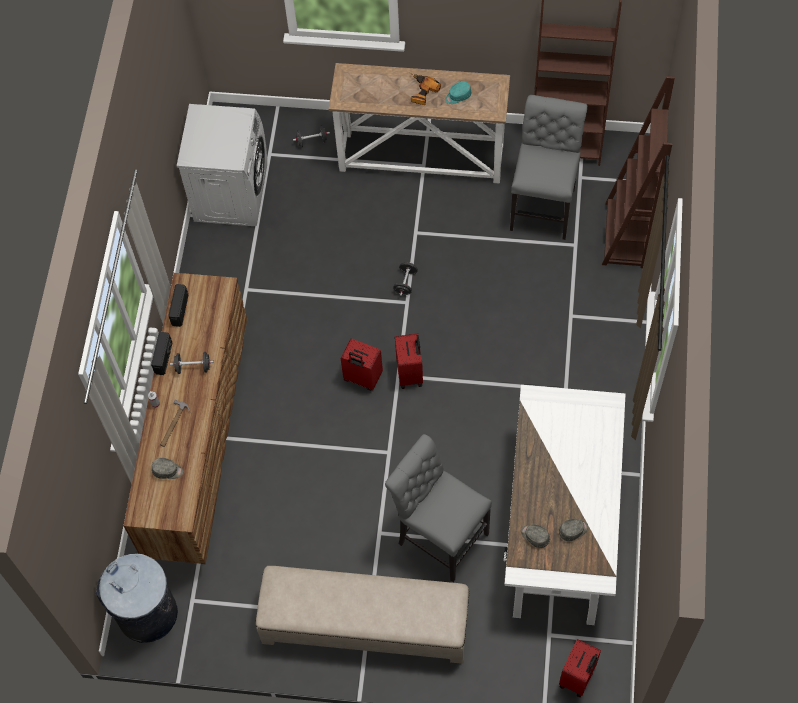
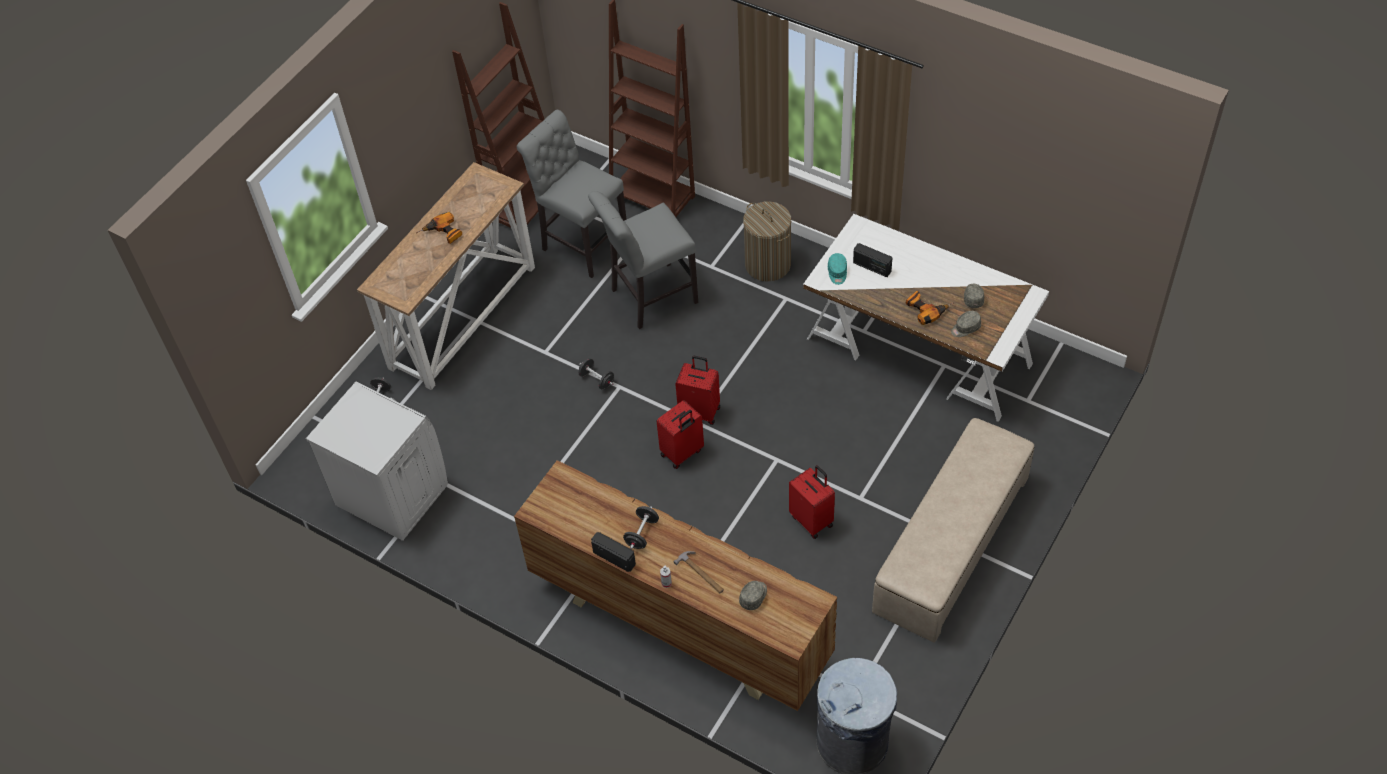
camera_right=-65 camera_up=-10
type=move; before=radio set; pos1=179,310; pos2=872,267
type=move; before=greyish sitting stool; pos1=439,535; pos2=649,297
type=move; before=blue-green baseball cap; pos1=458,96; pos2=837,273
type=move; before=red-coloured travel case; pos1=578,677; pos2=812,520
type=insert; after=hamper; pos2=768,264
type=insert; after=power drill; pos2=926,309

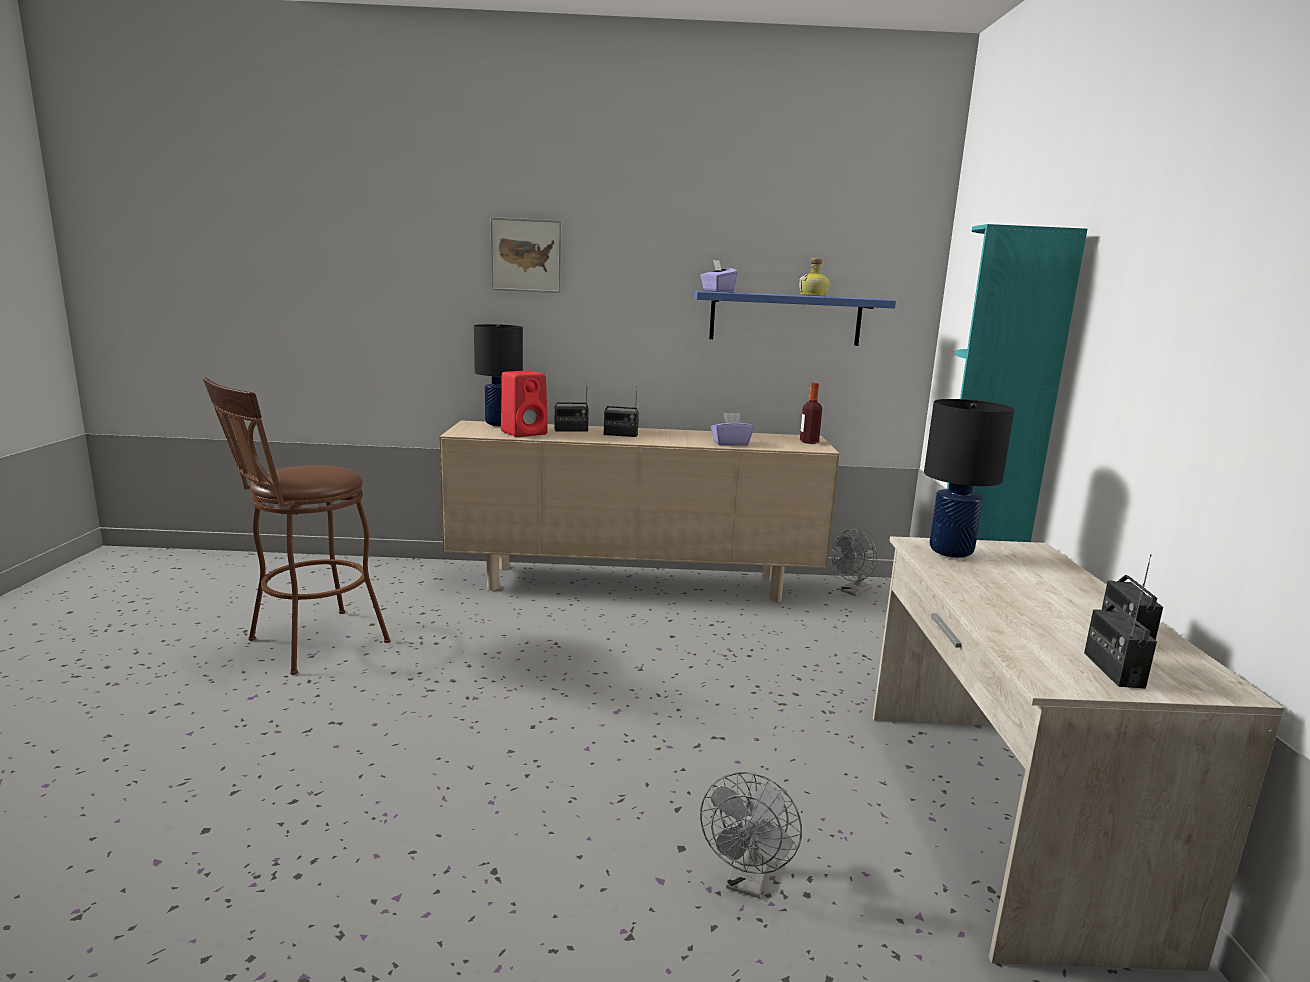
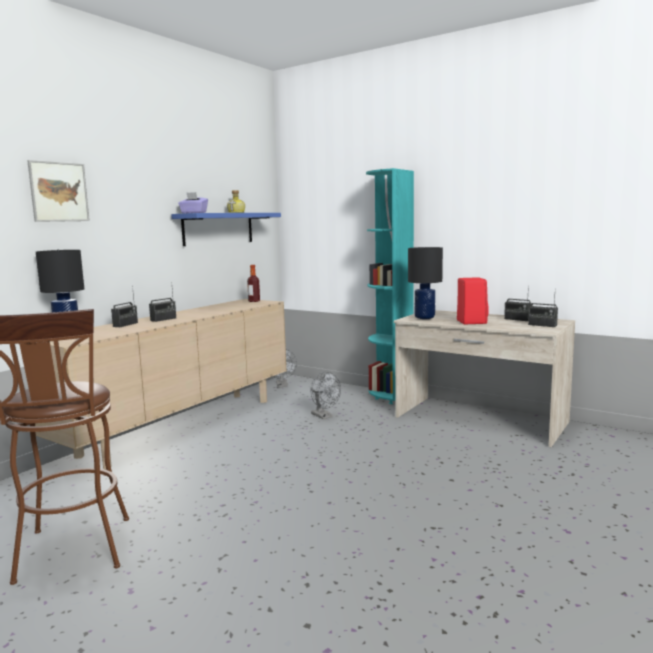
camera_right=-55 camera_up=-5
type=move; before=red-coloured speaker; pos1=525,433; pos2=470,322
type=move; before=greyish cooling fan; pos1=747,882; pos2=324,416
type=delete; before=purple-coloured box of tissues; pos1=730,443

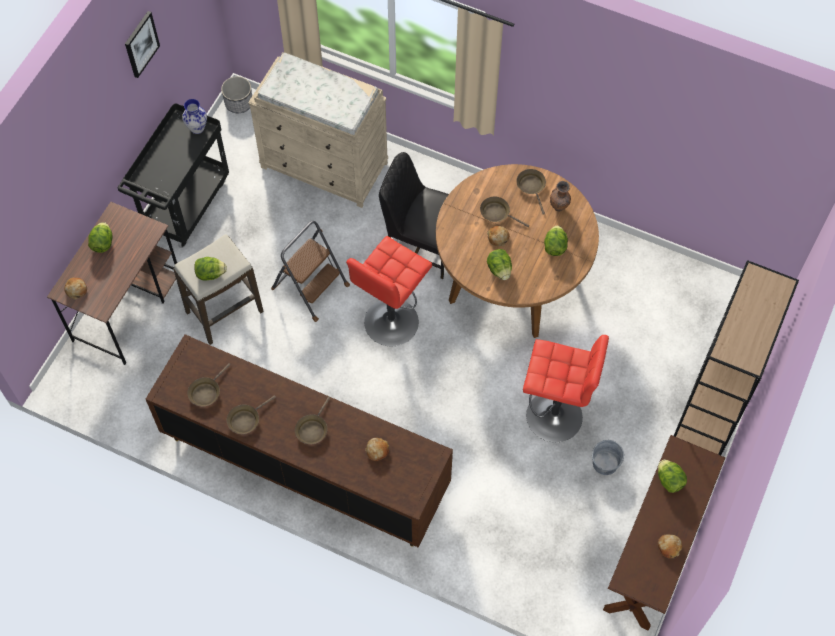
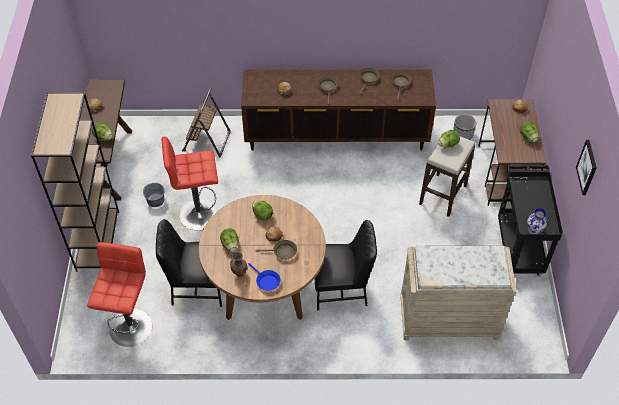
camera_right=155 camera_up=-10
type=move; before=plant pot; pos1=239,103; pos2=462,134
type=move; before=brown step stool; pos1=308,285; pos2=208,141
type=move; before=red-coloured sitting stool; pos1=390,322; pos2=131,327
type=recolor; before=brown frying pan; after=blue frying pan; pos1=532,187; pos2=266,281
type=insert; after=black-coloured plain chair; pos2=196,286

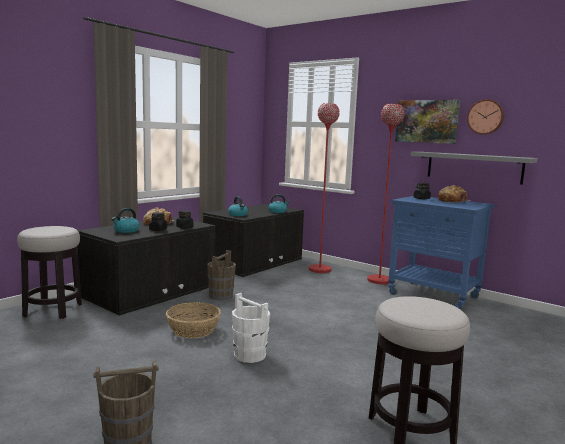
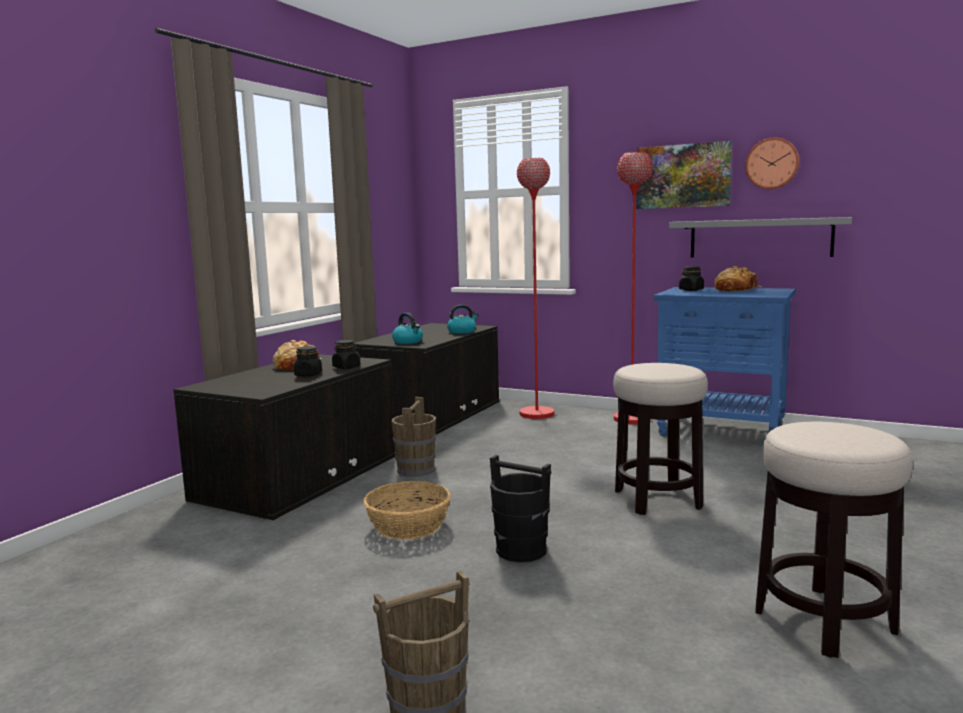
camera_right=-10 camera_up=0
type=move; before=sitting stool; pos1=53,310; pos2=657,499
type=delete; before=tea kettle; pos1=126,231
type=recolor; before=whitish pail; after=black-coloured pail; pos1=249,355; pos2=521,550

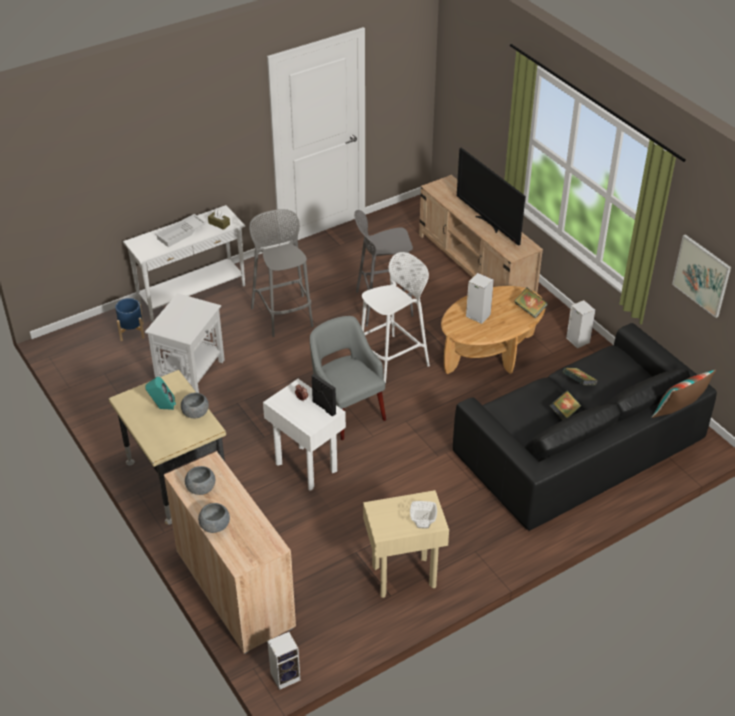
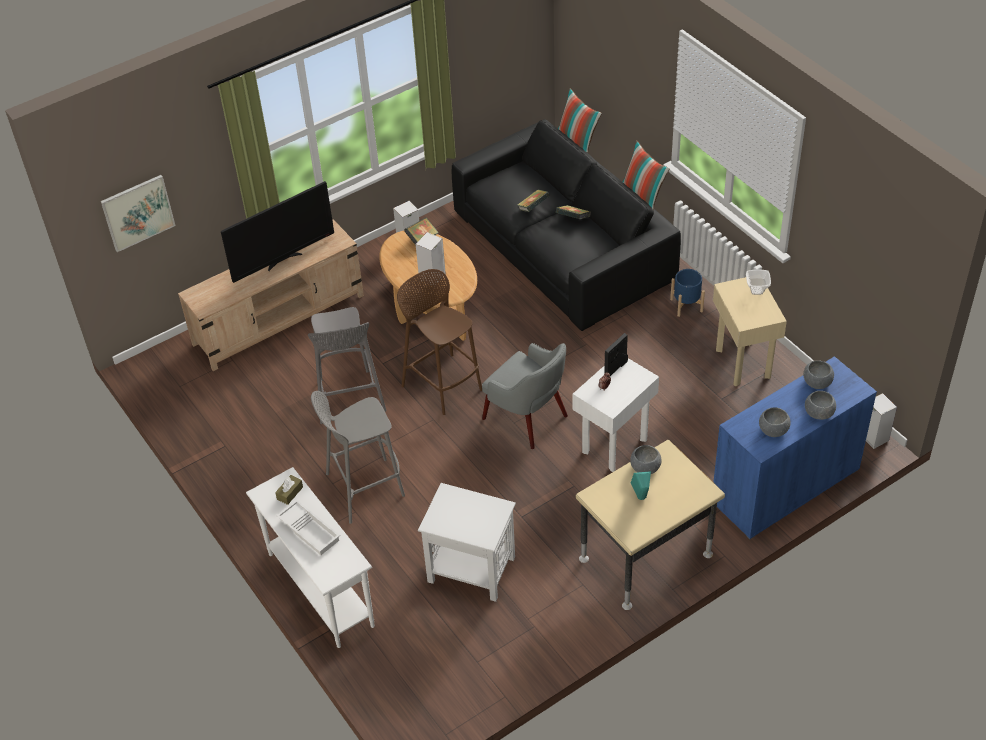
camera_right=-90 camera_up=5
type=move; before=blue plant pot; pos1=132,332; pos2=686,305
type=recolor; before=beige cabinet; after=blue cabinet; pos1=235,589; pos2=785,486
type=rotate; before=greyish armchair; pos1=347,410; pos2=527,418; turn=-105
type=recolor; before=whitish sitting stool; after=brown sitting stool; pos1=393,360; pos2=443,385
type=move; before=wall picture; pos1=701,275; pos2=138,212
type=insert; after=pillow; pos2=643,196
type=insert; after=greyish bowl; pos2=817,382

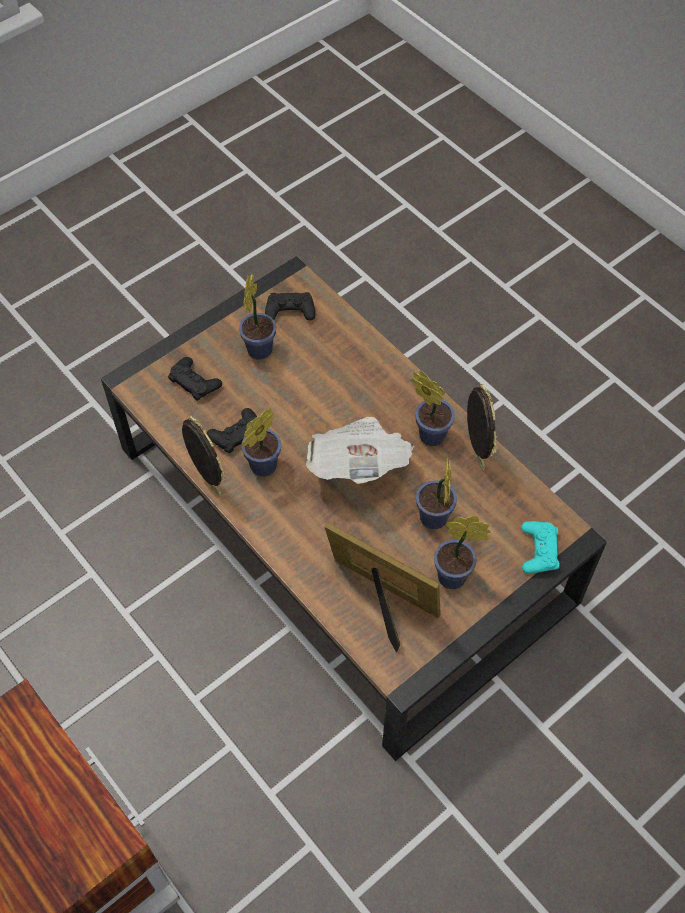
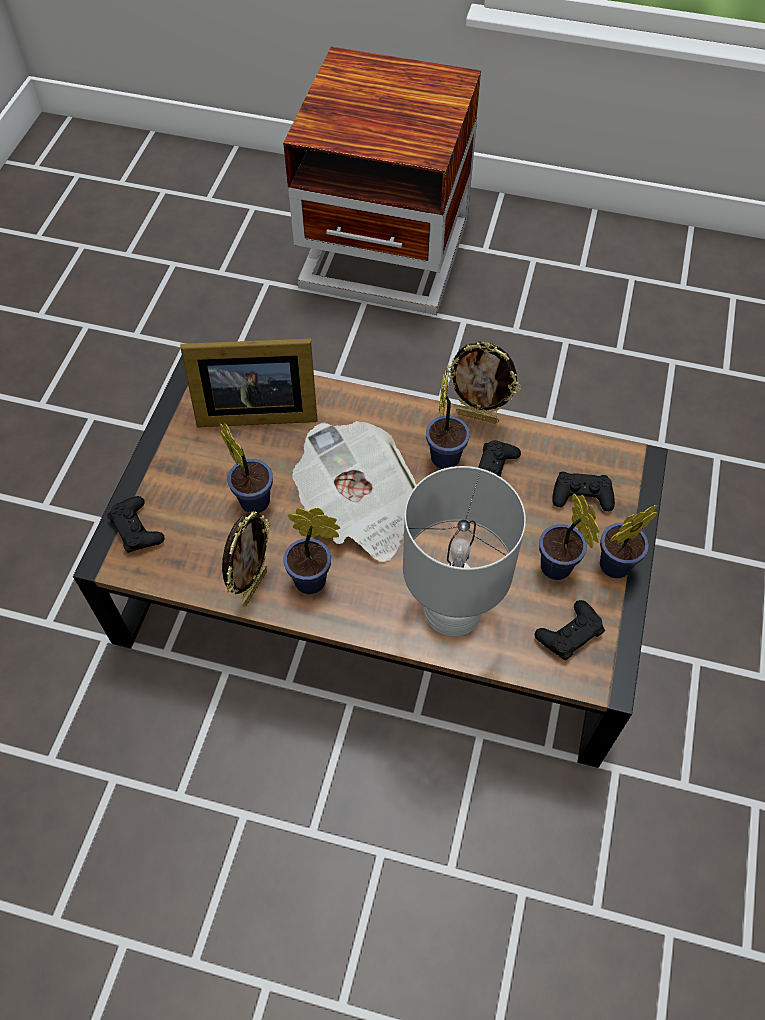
camera_right=145 camera_up=0
type=move; before=potted plant; pos1=456,577; pos2=611,567
type=rotate; before=standing frame; pos1=475,454; pos2=253,587; turn=-105
type=recolor; before=blue-green joypad; after=black-coloured joypad; pos1=539,550; pos2=136,528
type=insert; after=greyish tabletop lamp; pos2=452,610

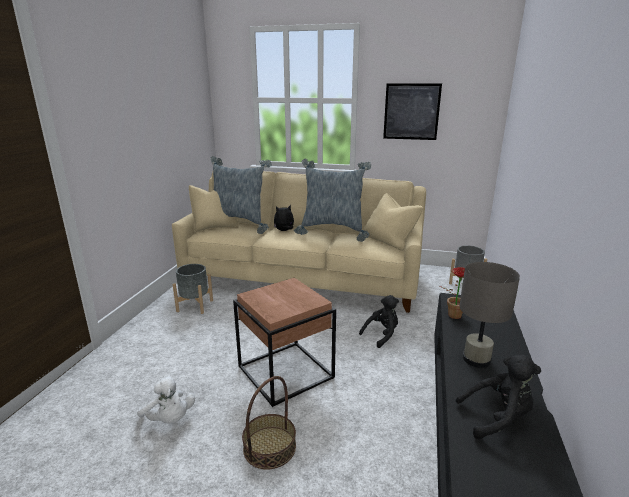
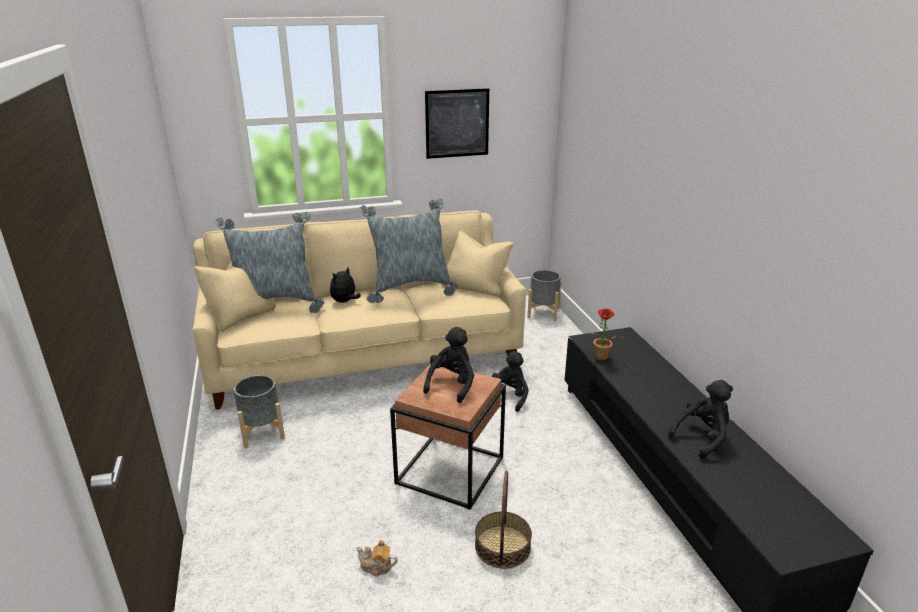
camera_right=-30 camera_up=5
type=replace; before=whitish cuddly toy; after=tea pot; pos1=169,419; pos2=376,567
type=delete; before=greyish tabletop lamp; pos1=477,360
type=insert; after=black-coloured cuddly toy; pos2=451,384

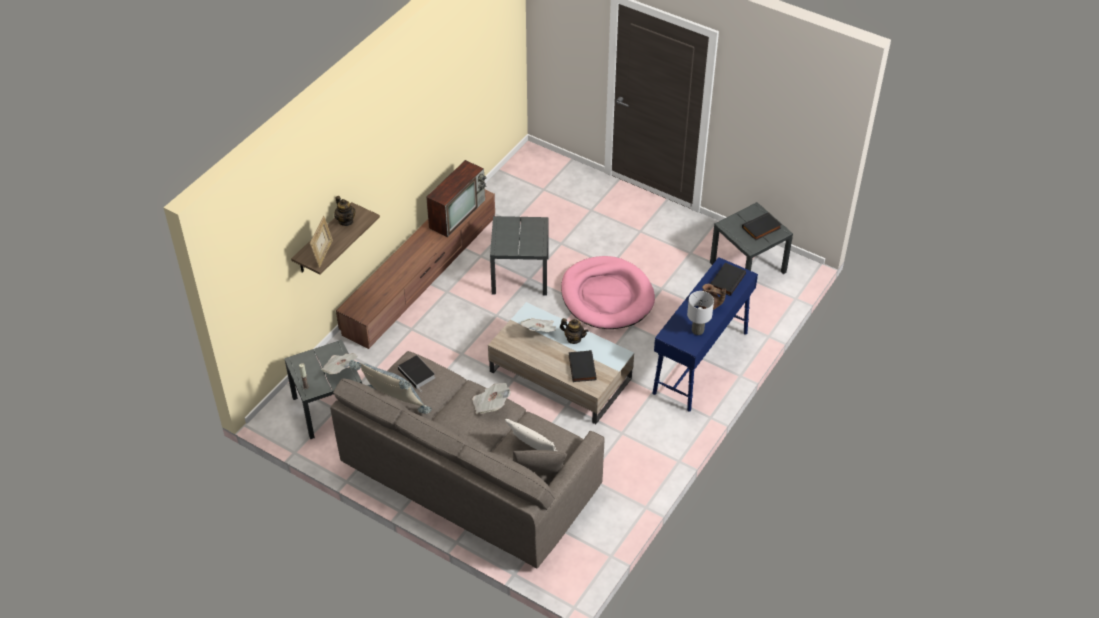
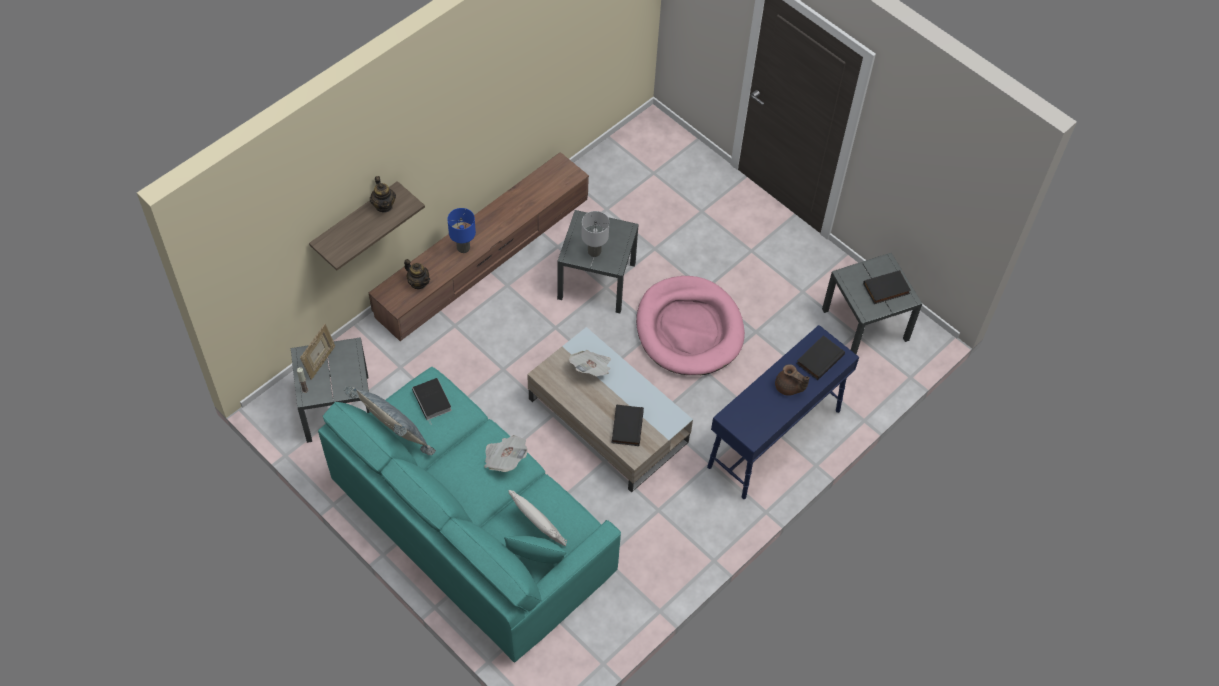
camera_right=10 camera_up=10
type=move; before=standing frame; pos1=323,254; pos2=320,362
type=delete; before=printed paper; pos1=340,369
type=recolor; before=greyish settee; after=blue-green settee; pos1=470,474; pos2=472,525
type=delete; before=TV set; pos1=457,213
type=move; before=tea pot; pos1=574,338; pos2=418,283
type=move; before=whitish tabletop lamp; pos1=698,331; pos2=595,253
type=insert; after=blue tabletop lamp; pos2=464,248

